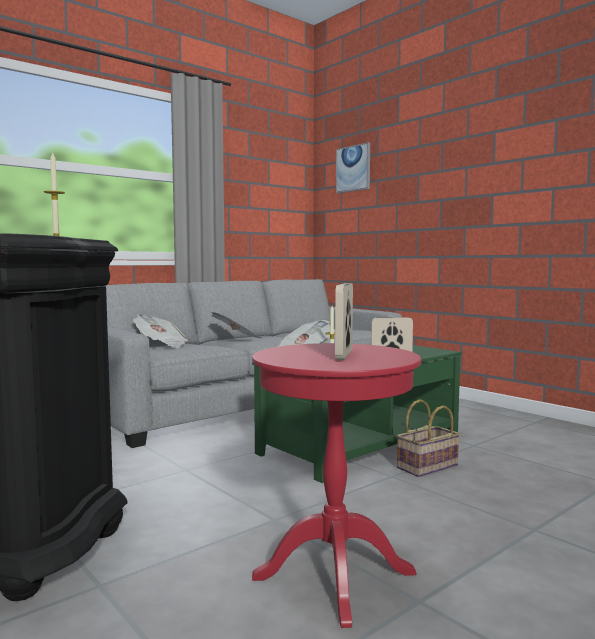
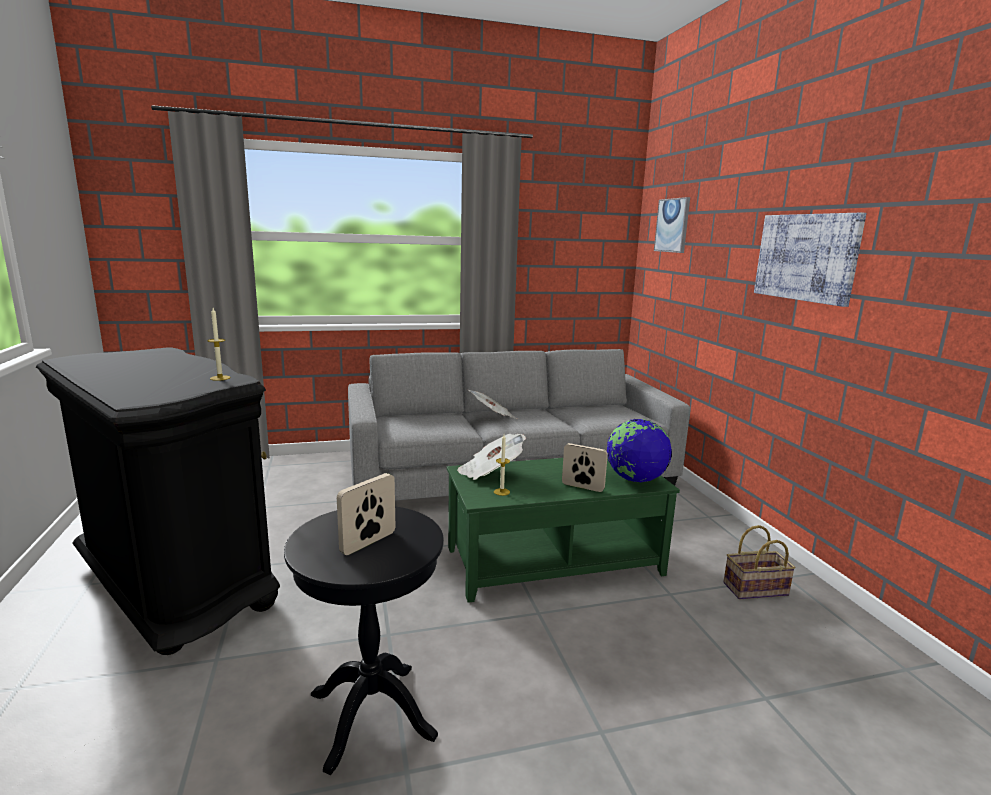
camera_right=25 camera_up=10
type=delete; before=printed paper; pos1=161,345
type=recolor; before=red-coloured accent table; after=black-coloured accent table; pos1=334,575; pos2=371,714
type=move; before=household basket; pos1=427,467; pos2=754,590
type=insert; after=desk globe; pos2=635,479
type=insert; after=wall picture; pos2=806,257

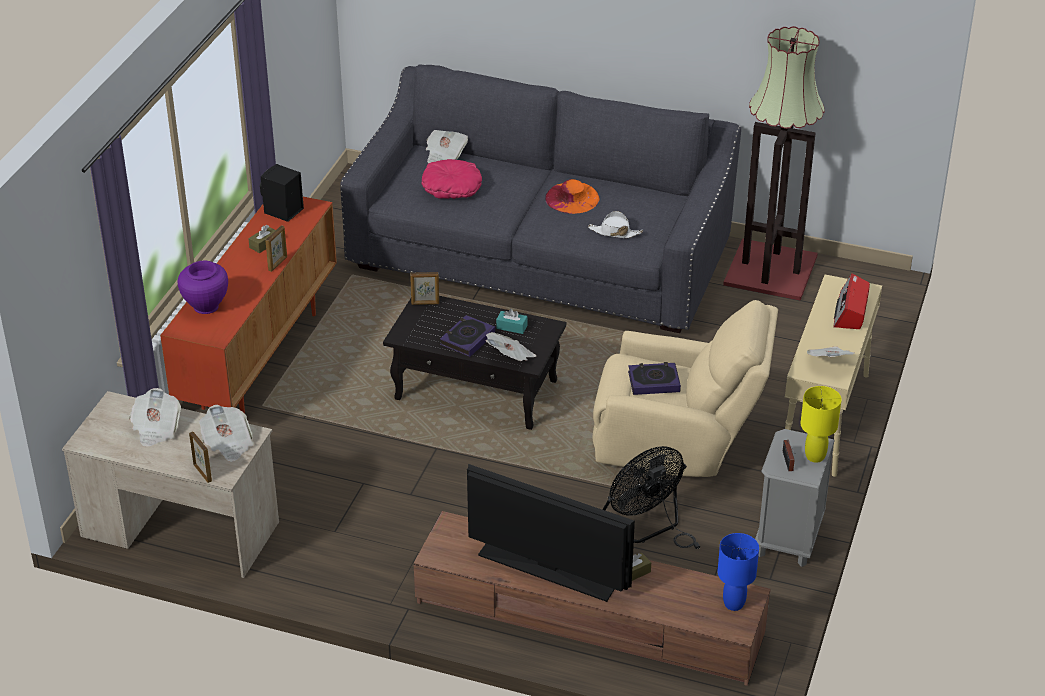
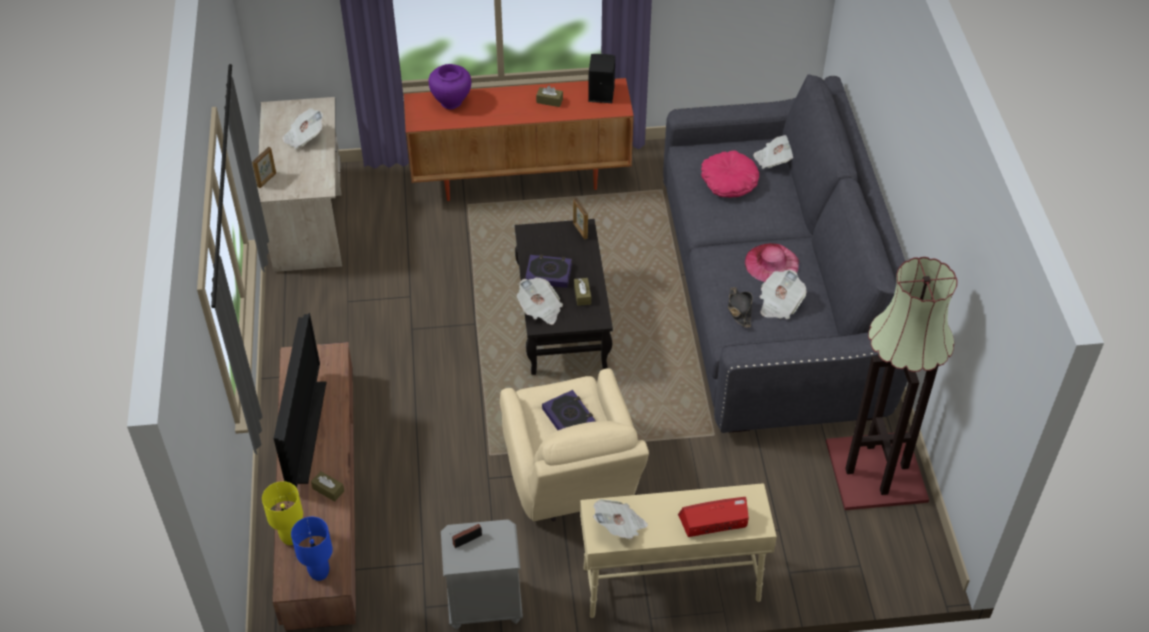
camera_right=65 camera_up=10
type=move; before=printed paper; pos1=228,444; pos2=779,304
type=delete; before=standing frame; pos1=278,264
type=recolor; before=blue-green box of tissues; after=brown box of tissues; pos1=511,327; pos2=582,295
type=recolor; before=orange clothing hat; after=pink clothing hat; pos1=572,198; pos2=771,263
type=recolor; before=whitish clothing hat; after=black-coloured clothing hat; pos1=614,232; pos2=739,310
type=delete; before=black-coloured cooling fan; pos1=652,526
type=move; before=yellow-coloured tabletop lamp; pos1=814,456; pos2=291,537

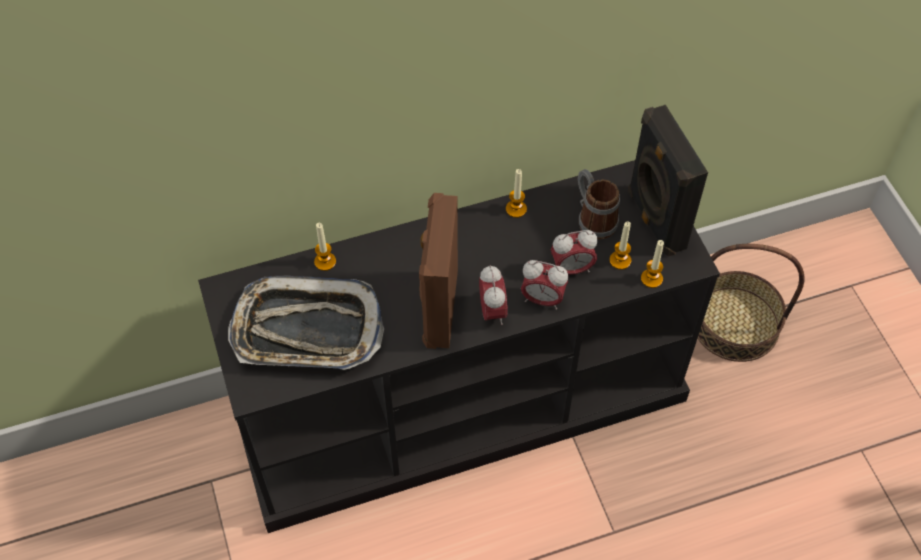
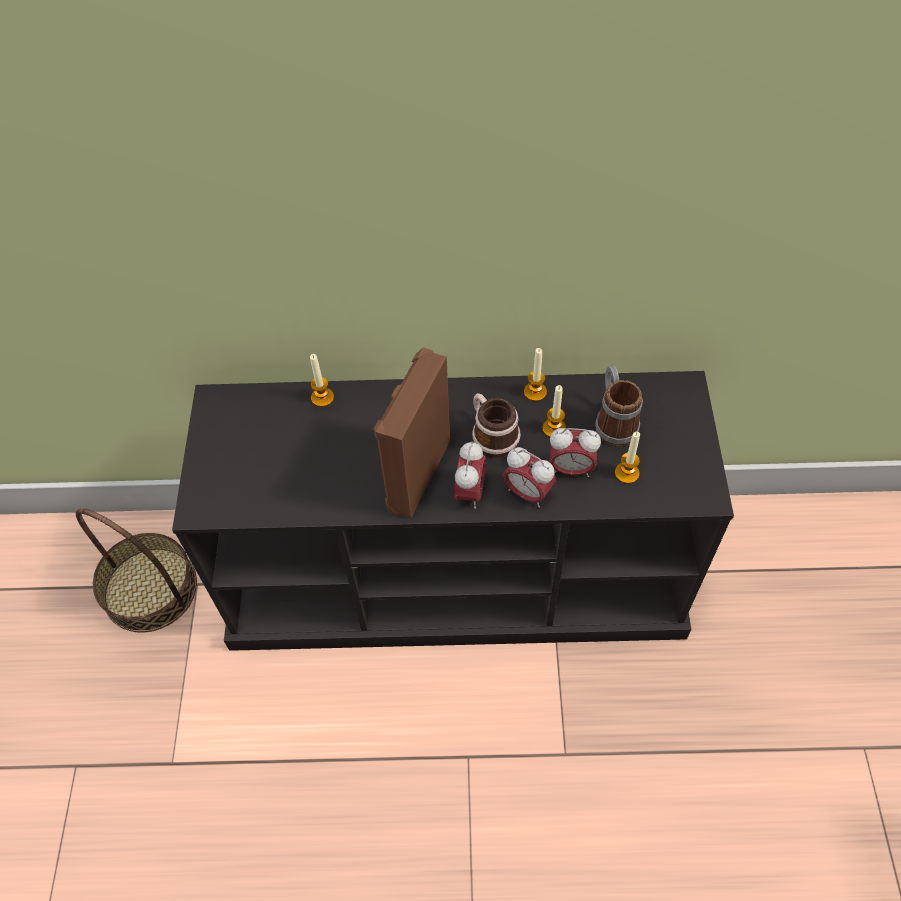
camera_right=20 camera_up=0
type=delete; before=serving tray; pos1=306,330
type=delete; before=black-coloured speaker; pos1=654,220
type=move; before=wax light; pos1=651,279; pos2=554,428
type=move; before=household basket; pos1=735,323; pos2=150,589
type=insert; after=tea mug; pos2=492,434

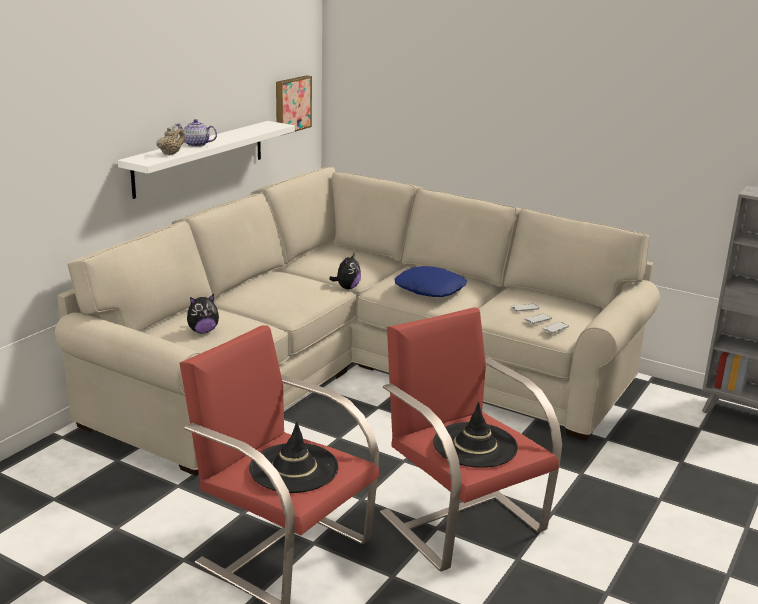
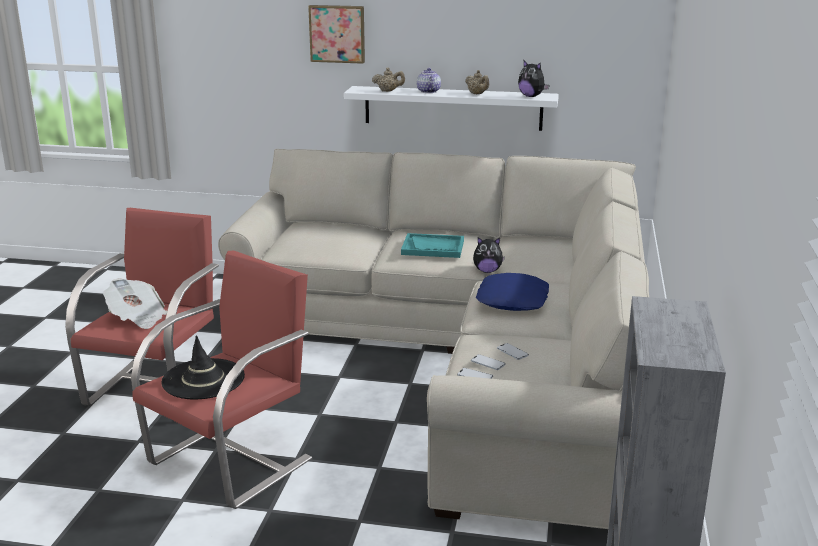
camera_right=70 camera_up=0
type=move; before=cuddly toy; pos1=203,331; pos2=531,96
type=replace; before=black-coloured clothing hat; after=printed paper; pos1=294,468; pos2=137,318
type=move; before=wall picture; pos1=291,104; pos2=337,33
type=insert; after=blue-green serving tray; pos2=433,247
type=insert; after=beige tea pot; pos2=477,94

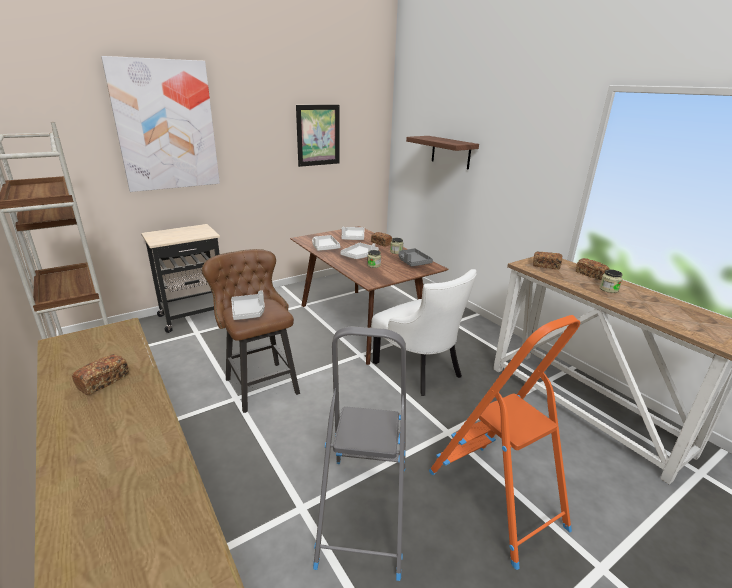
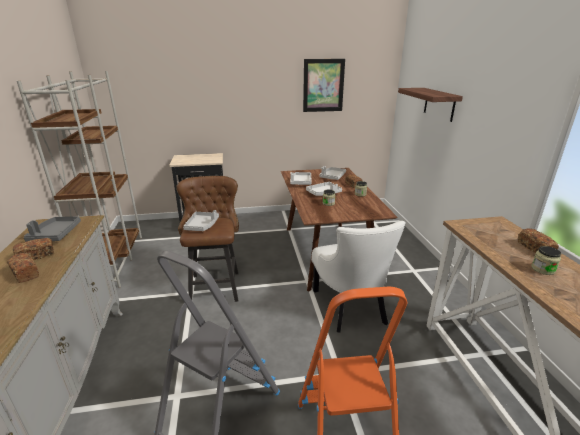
camera_right=25 camera_up=0
type=delete; before=wall picture; pos1=166,126
type=move; before=greyish serving tray; pos1=413,262; pos2=55,234
type=move; before=bakery bread; pos1=546,266; pos2=25,273

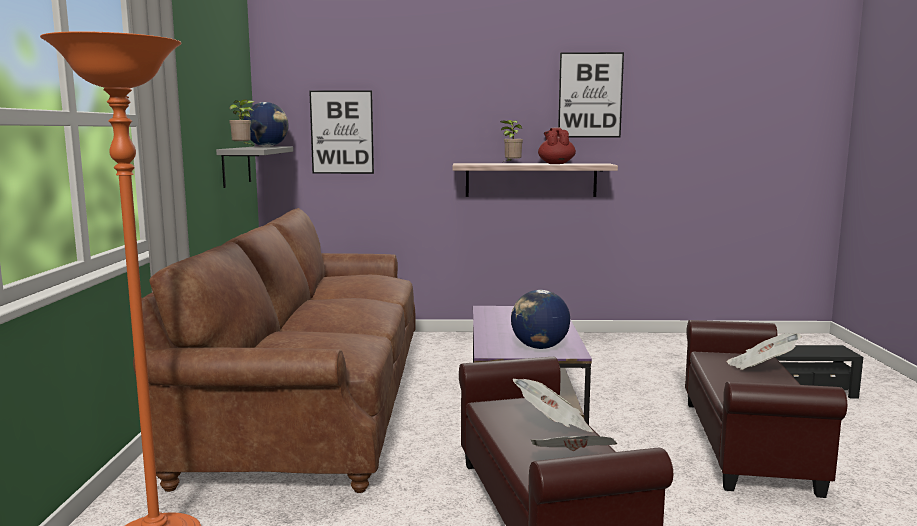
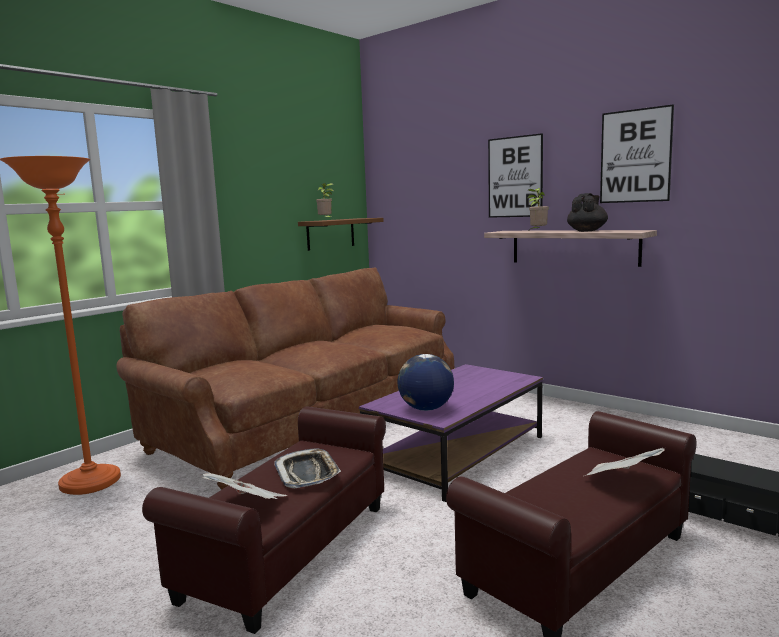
camera_right=40 camera_up=0
type=recolor; before=greyish bracket shelf; after=brown bracket shelf; pos1=236,166; pos2=330,234
type=delete; before=desk globe; pos1=267,146
type=move; before=wall picture; pos1=342,132; pos2=515,177
type=replace; before=printed paper; after=serving tray; pos1=553,425; pos2=307,473
type=recolor; before=red-coloured tea pot; after=black-coloured tea pot; pos1=556,164; pos2=587,231

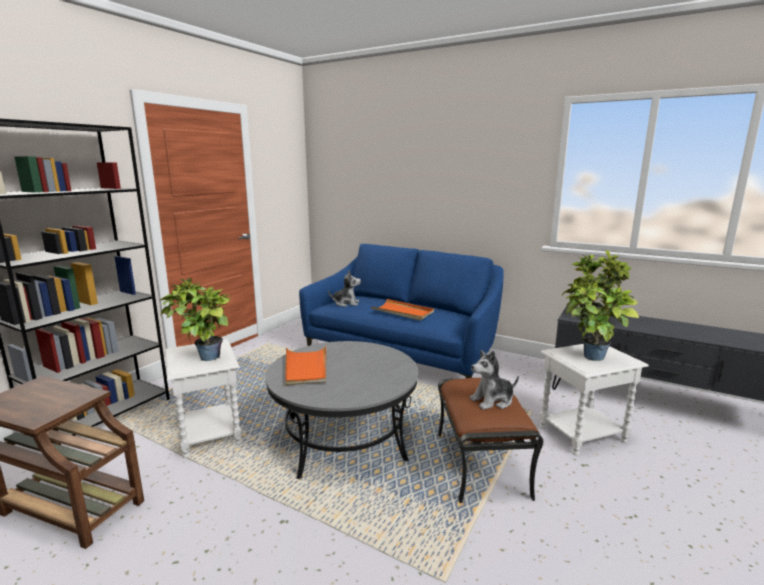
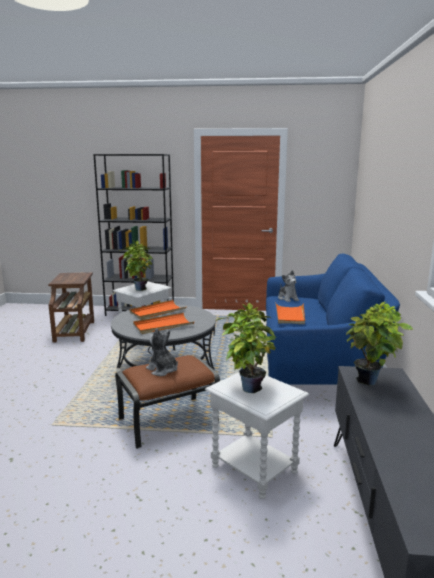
camera_right=65 camera_up=0
type=insert; after=orange serving tray; pos2=163,325

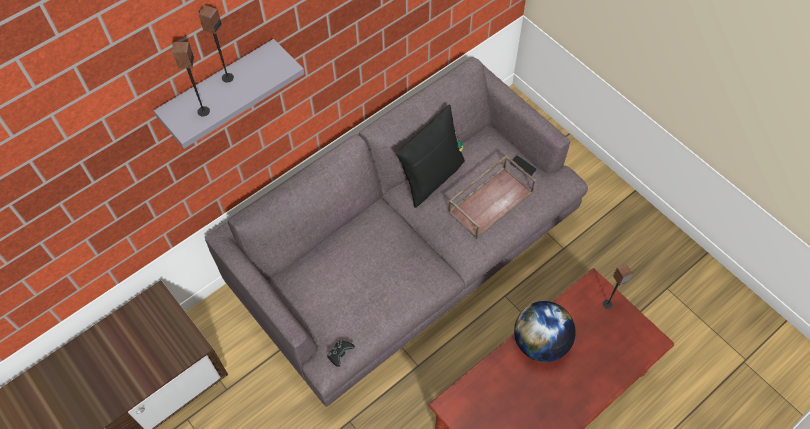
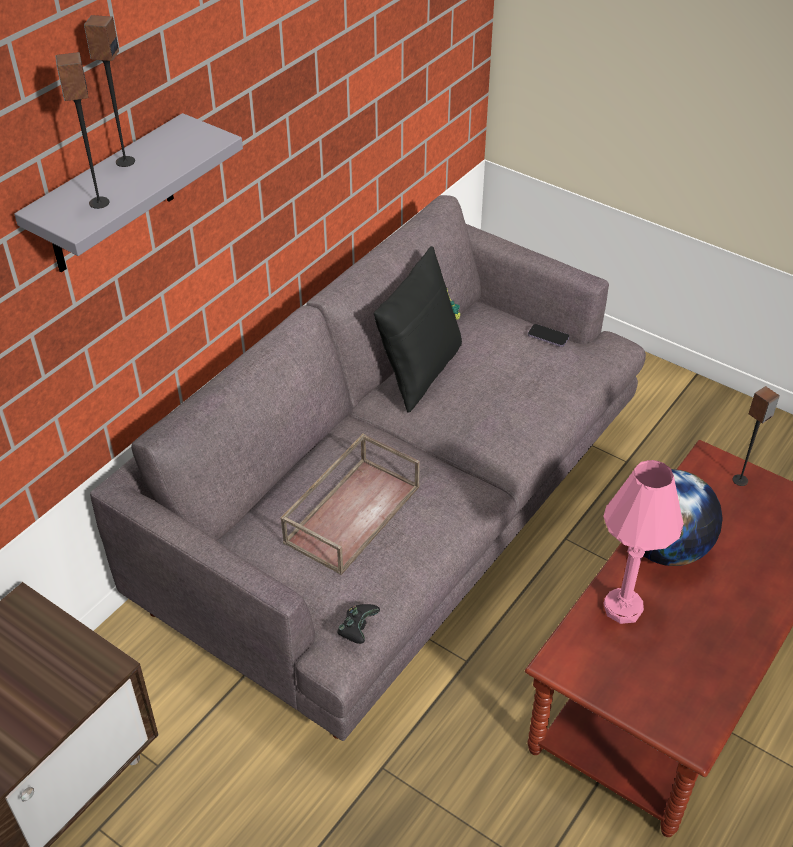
camera_right=-15 camera_up=-15
type=move; before=brown serving tray; pos1=490,201; pos2=352,512
type=insert; after=pink tabletop lamp; pos2=623,607

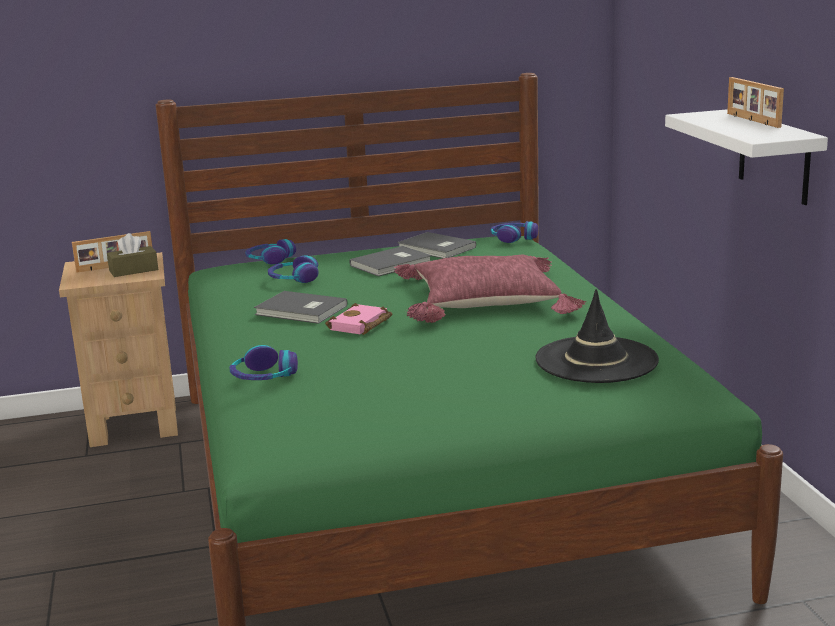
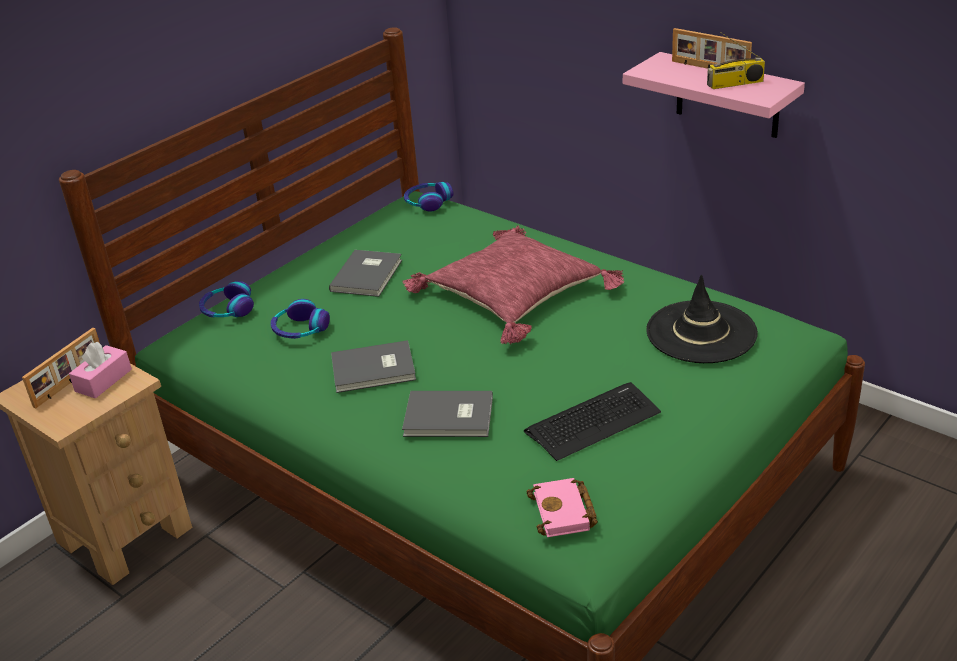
camera_right=-35 camera_up=15
type=recolor; before=brown box of tissues; after=pink box of tissues; pos1=133,270; pos2=103,380
type=delete; before=pair of headphones; pos1=263,377
type=move; before=pink bound book; pos1=360,325; pos2=565,513
type=move; before=greyish bound book; pos1=436,249; pos2=450,418
type=recolor; before=whitish bracket shelf; after=pink bracket shelf; pos1=774,156; pos2=727,95
type=insert; after=PC keyboard; pos2=593,422
type=insert; after=radio set; pos2=735,84

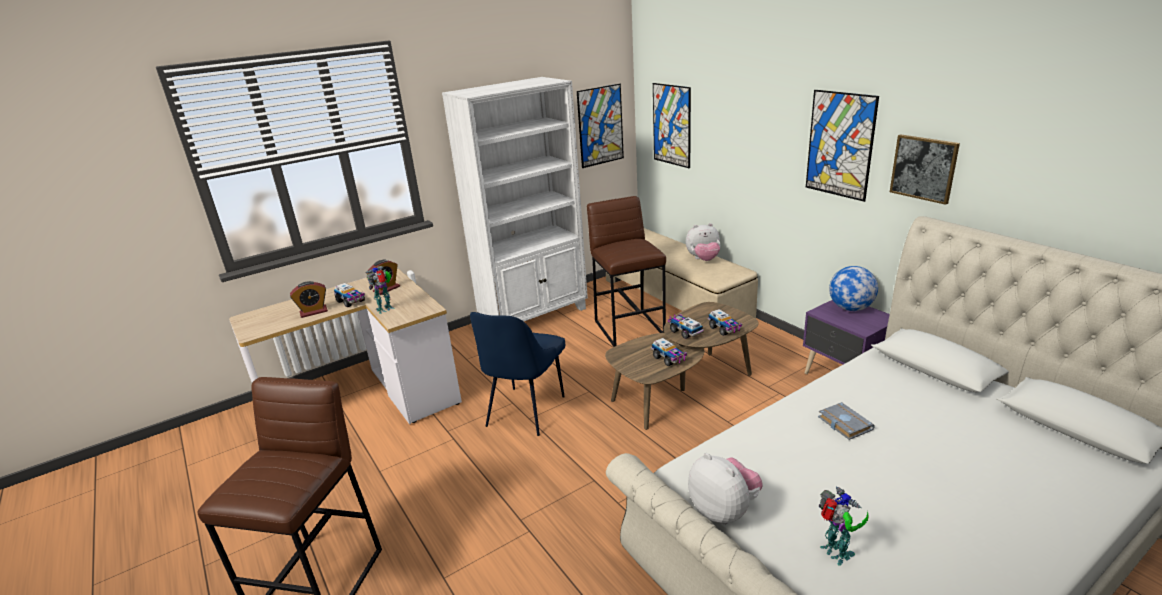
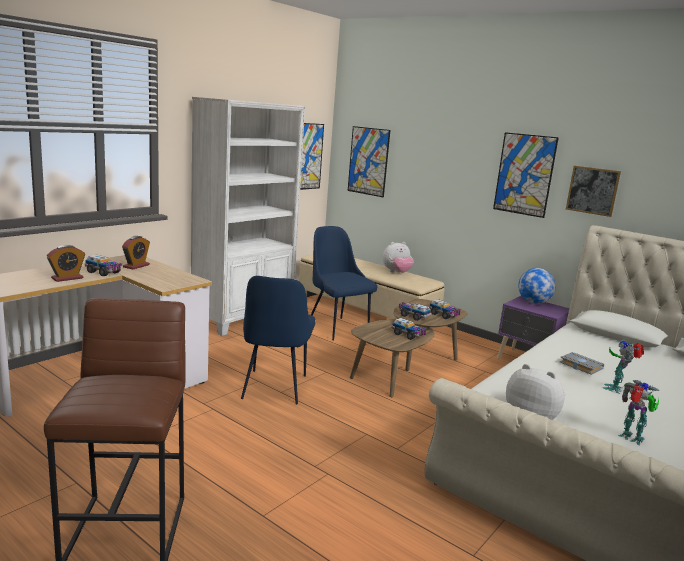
camera_right=-20 camera_up=-10
type=move; before=toy robot; pos1=386,309; pos2=615,389
type=replace; before=brown sitting stool; after=blue plain chair; pos1=628,328; pos2=336,328

